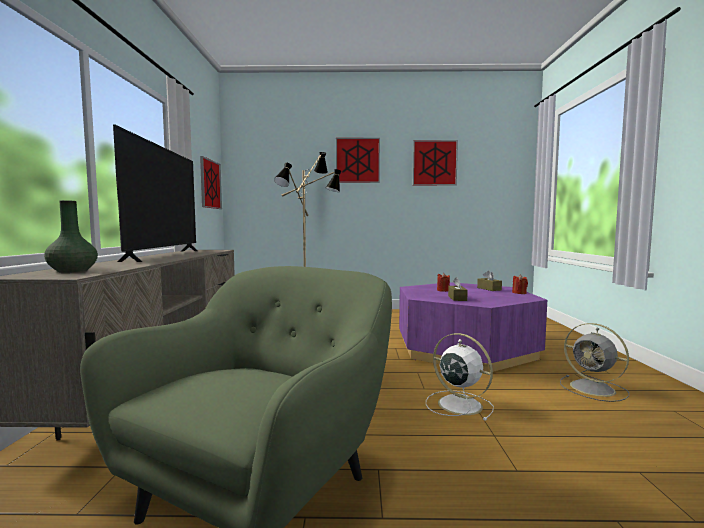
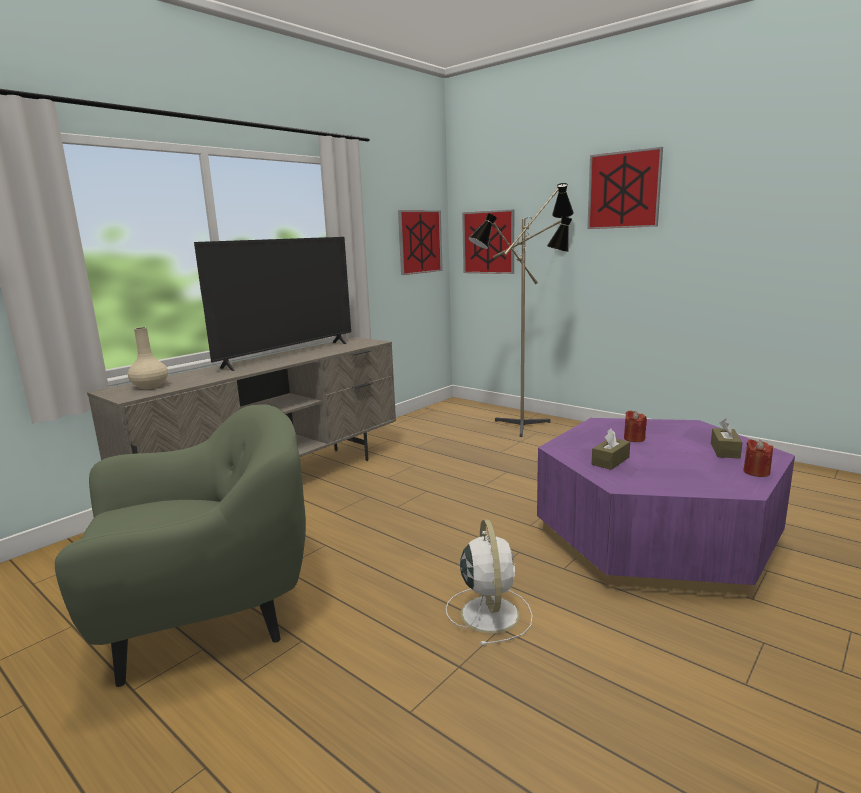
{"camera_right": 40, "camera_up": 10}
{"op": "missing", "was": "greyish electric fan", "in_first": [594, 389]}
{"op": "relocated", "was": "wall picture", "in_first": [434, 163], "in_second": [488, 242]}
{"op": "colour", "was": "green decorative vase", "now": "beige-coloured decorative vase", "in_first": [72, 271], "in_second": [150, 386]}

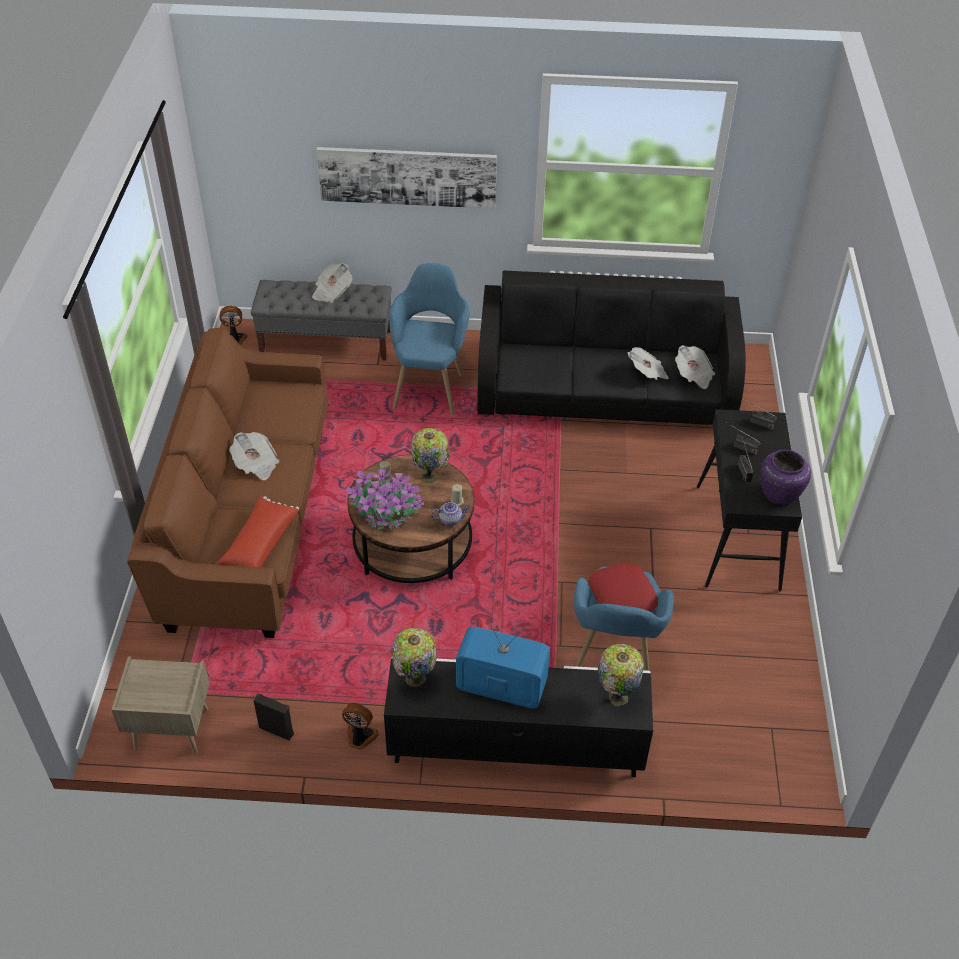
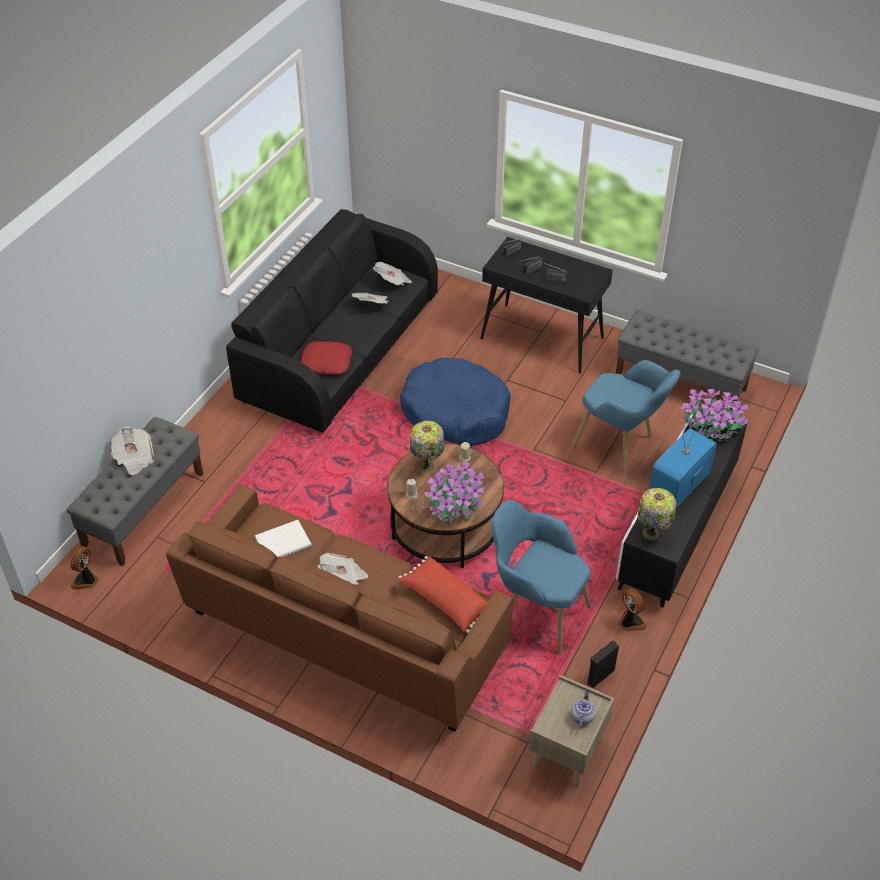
{"camera_right": -65, "camera_up": 0}
{"op": "missing", "was": "wall picture", "in_first": [407, 176]}
{"op": "missing", "was": "purple-coloured decorative vase", "in_first": [779, 493]}
{"op": "appeared", "now": "white-coloured volume", "in_second": [283, 542]}
{"op": "appeared", "now": "blue pet bed", "in_second": [455, 412]}
{"op": "appeared", "now": "greyish long seat", "in_second": [681, 383]}
{"op": "relocated", "was": "blue easy chair", "in_first": [430, 384], "in_second": [535, 611]}
{"op": "relocated", "was": "tea pot", "in_first": [450, 519], "in_second": [582, 716]}
{"op": "relocated", "was": "red cushion", "in_first": [623, 596], "in_second": [326, 362]}
{"op": "exchanged", "was": "tabletop lamp", "now": "plant in a pot", "in_first": [616, 696], "in_second": [712, 428]}
{"op": "spun", "was": "electric fan", "in_first": [360, 737], "in_second": [630, 622], "clockwise": 105}

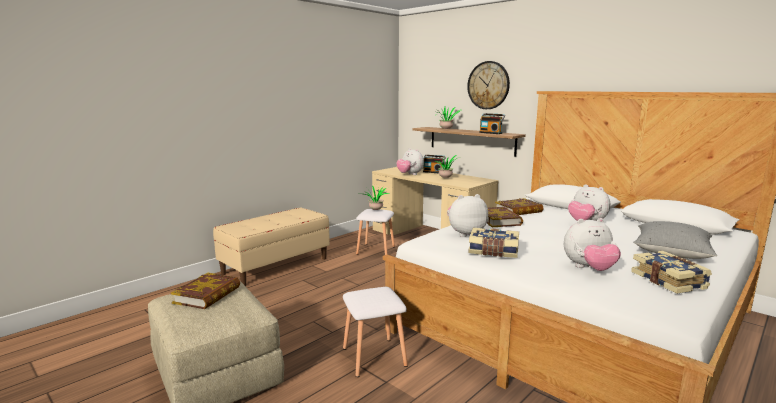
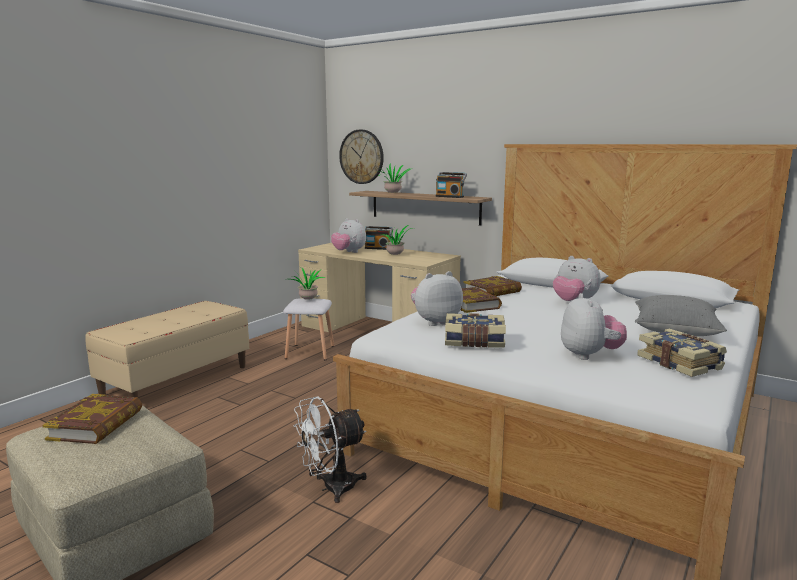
{"camera_right": -10, "camera_up": 0}
{"op": "relocated", "was": "wall clock", "in_first": [488, 85], "in_second": [361, 157]}
{"op": "exchanged", "was": "white-coloured sitting stool", "now": "white-coloured electric fan", "in_first": [375, 357], "in_second": [331, 488]}
{"op": "spun", "was": "plush toy", "in_first": [589, 269], "in_second": [589, 355], "clockwise": -75}

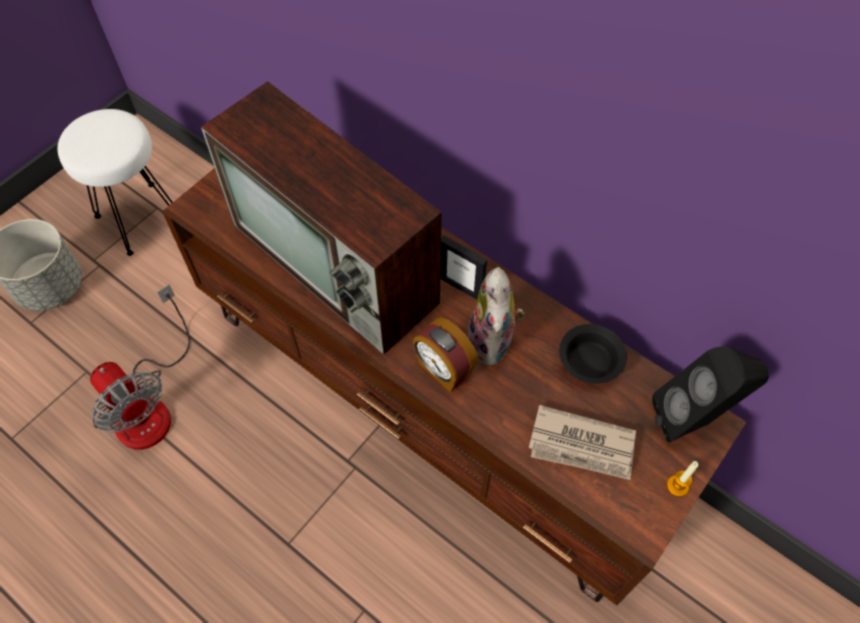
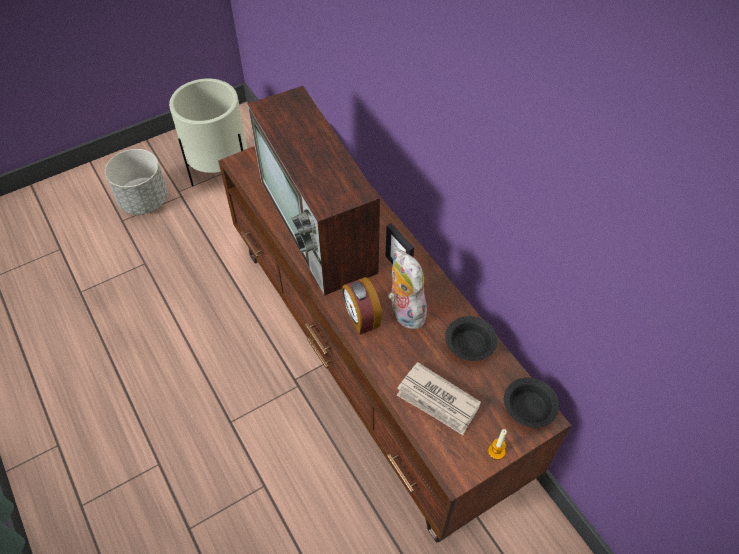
{"camera_right": 20, "camera_up": -5}
{"op": "missing", "was": "electric fan", "in_first": [150, 404]}
{"op": "exchanged", "was": "white-coloured sitting stool", "now": "beige-coloured plant pot", "in_first": [140, 217], "in_second": [220, 171]}
{"op": "exchanged", "was": "black loudspeaker", "now": "black bowl", "in_first": [692, 419], "in_second": [529, 409]}
{"op": "spun", "was": "plush toy", "in_first": [493, 343], "in_second": [404, 311], "clockwise": 135}

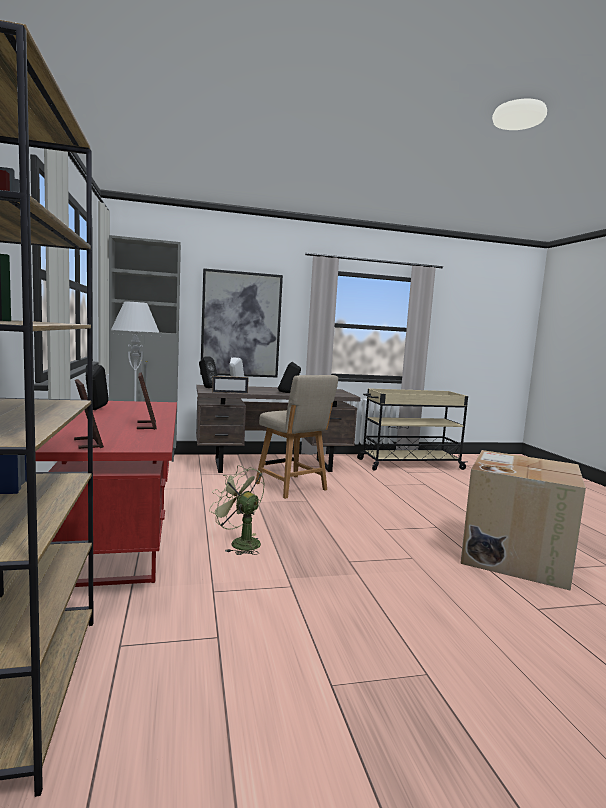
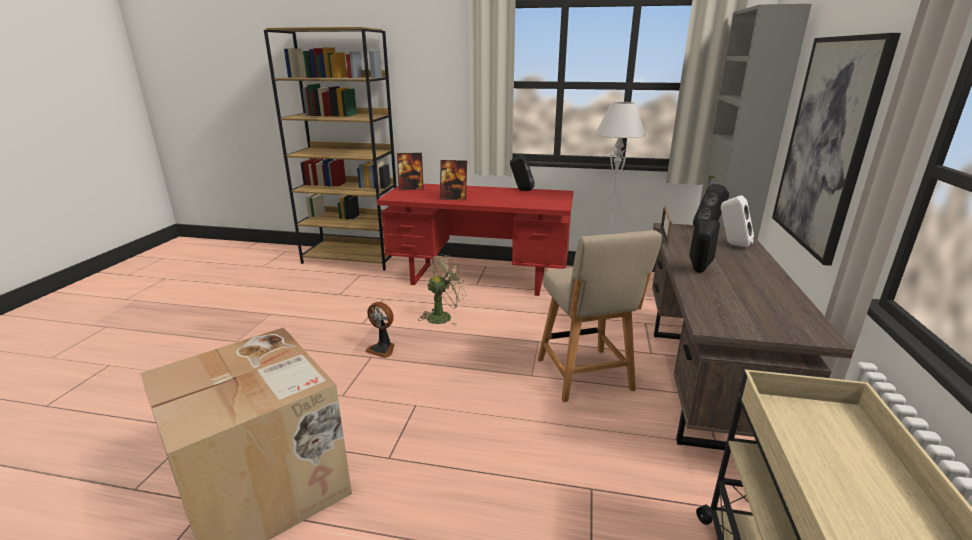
{"camera_right": 115, "camera_up": 15}
{"op": "appeared", "now": "electric fan", "in_second": [382, 349]}
{"op": "spun", "was": "beige-coloured chair", "in_first": [293, 487], "in_second": [586, 377], "clockwise": -90}

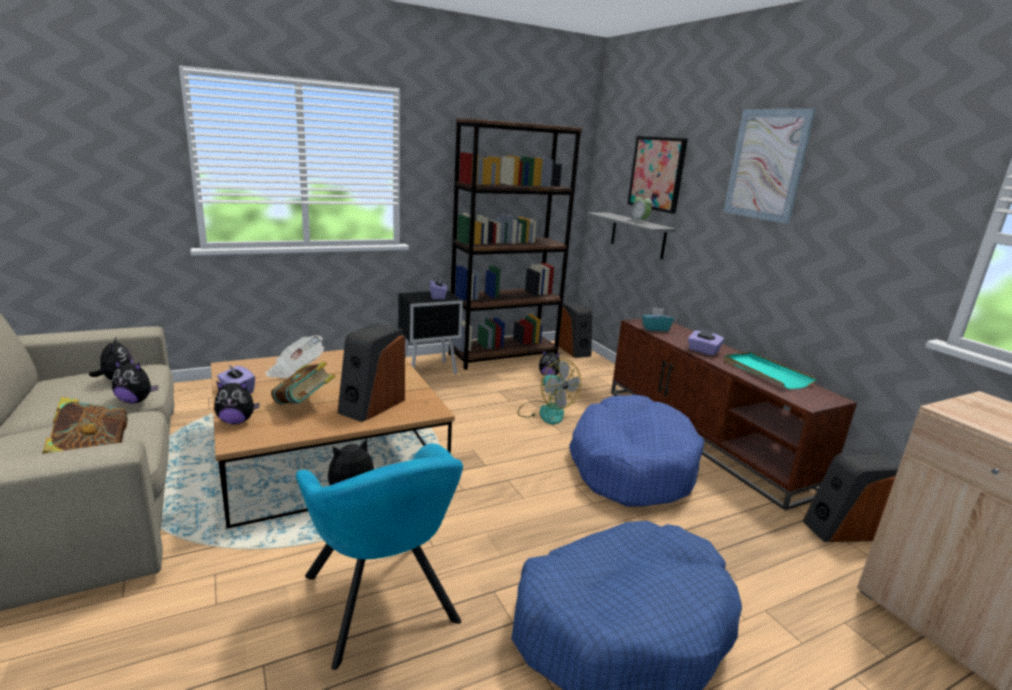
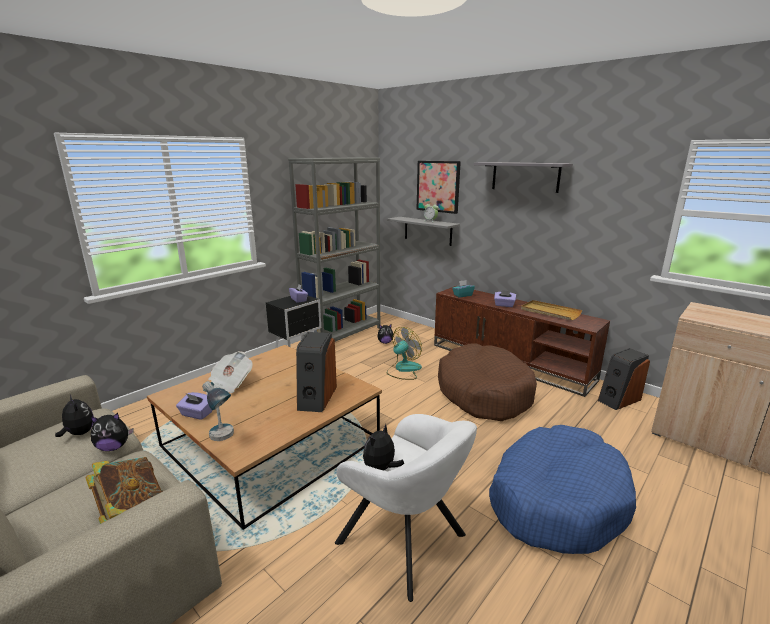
{"camera_right": -20, "camera_up": 0}
{"op": "missing", "was": "volume", "in_first": [304, 405]}
{"op": "missing", "was": "loudspeaker", "in_first": [574, 350]}
{"op": "exchanged", "was": "plush toy", "now": "tabletop lamp", "in_first": [236, 421], "in_second": [223, 439]}
{"op": "exchanged", "was": "wall picture", "now": "greyish bracket shelf", "in_first": [766, 165], "in_second": [525, 176]}
{"op": "colour", "was": "turquoise-coloured easy chair", "now": "white-coloured easy chair", "in_first": [382, 604], "in_second": [406, 542]}
{"op": "colour", "was": "brown shelving unit", "now": "greyish shelving unit", "in_first": [503, 355], "in_second": [342, 334]}
{"op": "colour", "was": "blue pet bed", "now": "brown pet bed", "in_first": [631, 465], "in_second": [483, 393]}
{"op": "colour", "was": "turquoise-coloured serving tray", "now": "beige-coloured serving tray", "in_first": [765, 372], "in_second": [550, 312]}
{"op": "spun", "was": "electric fan", "in_first": [545, 412], "in_second": [403, 369], "clockwise": -75}

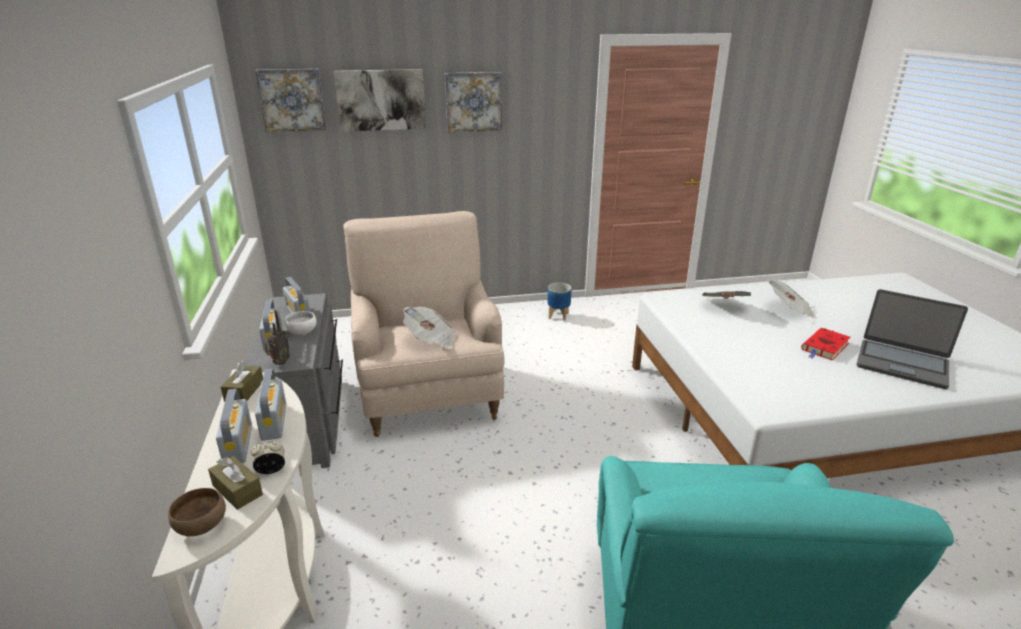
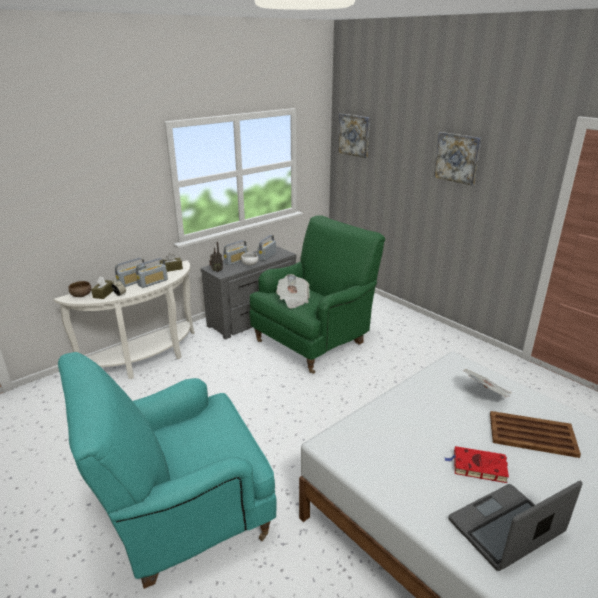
{"camera_right": 60, "camera_up": 0}
{"op": "missing", "was": "wall picture", "in_first": [381, 100]}
{"op": "missing", "was": "plant pot", "in_first": [558, 315]}
{"op": "exchanged", "was": "newspaper", "now": "brown serving tray", "in_first": [789, 310], "in_second": [533, 435]}
{"op": "colour", "was": "beige-coloured easy chair", "now": "green easy chair", "in_first": [428, 393], "in_second": [313, 341]}
{"op": "spun", "was": "portable computer", "in_first": [902, 364], "in_second": [506, 528], "clockwise": 60}

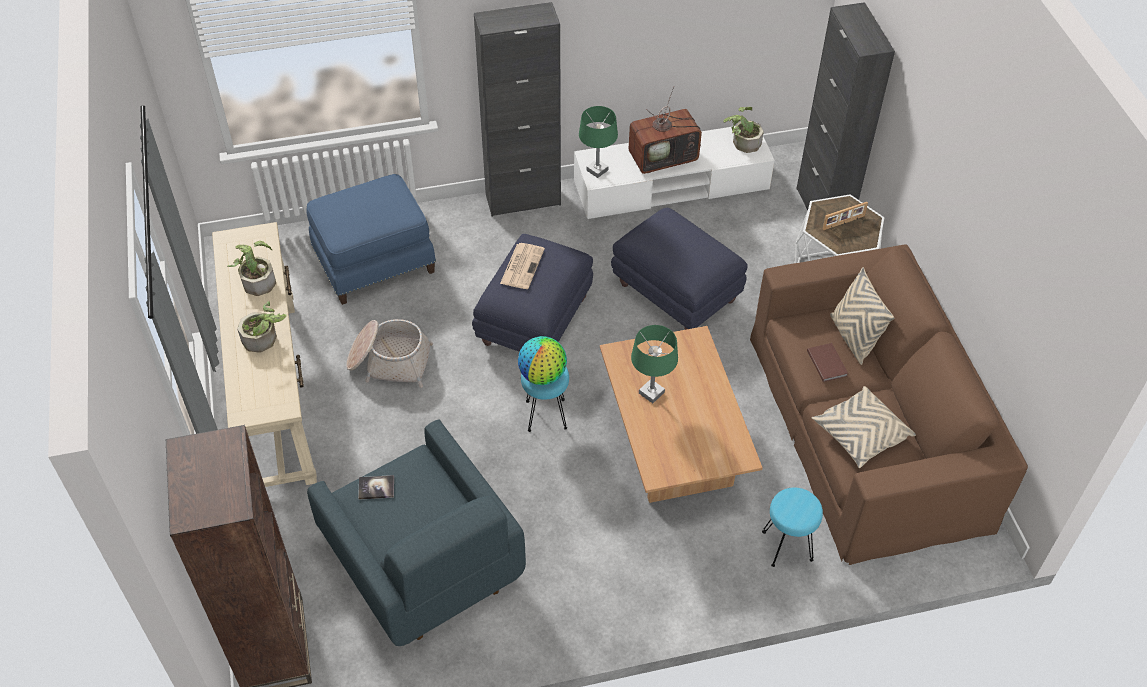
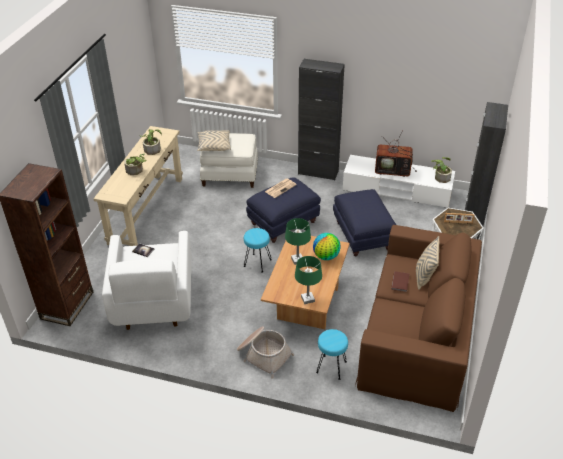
{"camera_right": 30, "camera_up": -10}
{"op": "relocated", "was": "storage basket", "in_first": [389, 361], "in_second": [263, 355]}
{"op": "relocated", "was": "globe", "in_first": [543, 375], "in_second": [326, 256]}
{"op": "relocated", "was": "green tabletop lamp", "in_first": [597, 170], "in_second": [307, 299]}
{"op": "relocated", "was": "beige-coloured cushion", "in_first": [860, 435], "in_second": [214, 146]}
{"op": "colour", "was": "blue pouffe", "now": "white-coloured pouffe", "in_first": [374, 261], "in_second": [230, 174]}
{"op": "colour", "was": "blue easy chair", "now": "white-coloured easy chair", "in_first": [424, 565], "in_second": [153, 301]}

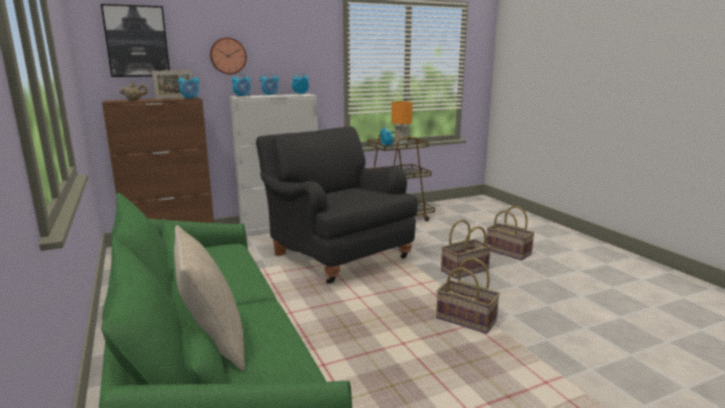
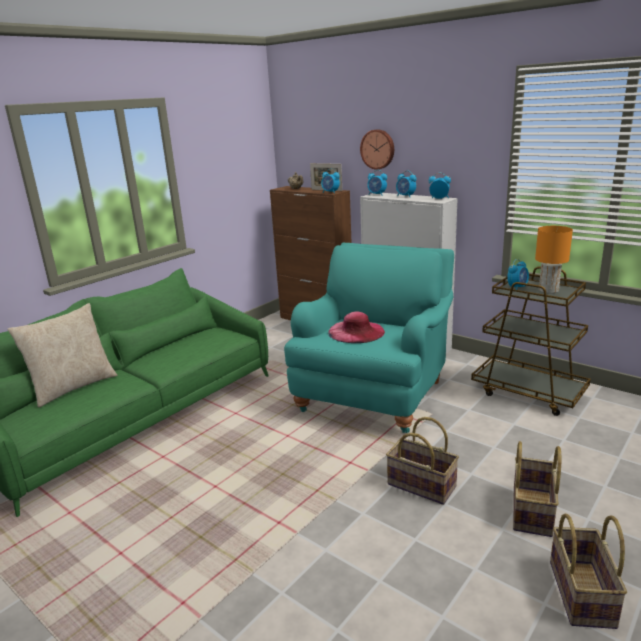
{"camera_right": 65, "camera_up": 5}
{"op": "missing", "was": "wall picture", "in_first": [137, 41]}
{"op": "appeared", "now": "pink-coloured hat", "in_second": [356, 331]}
{"op": "relocated", "was": "storage basket", "in_first": [466, 320], "in_second": [583, 594]}
{"op": "colour", "was": "black easy chair", "now": "turquoise-coloured easy chair", "in_first": [337, 254], "in_second": [374, 393]}

